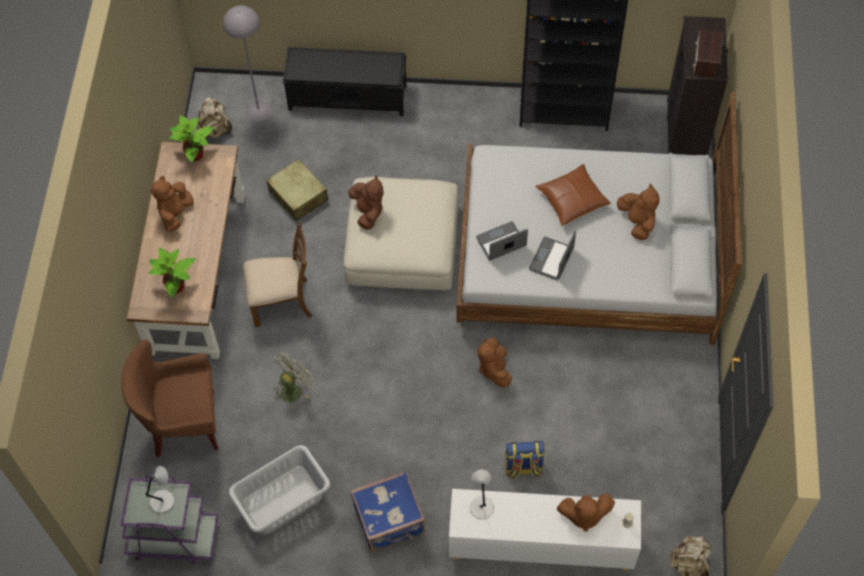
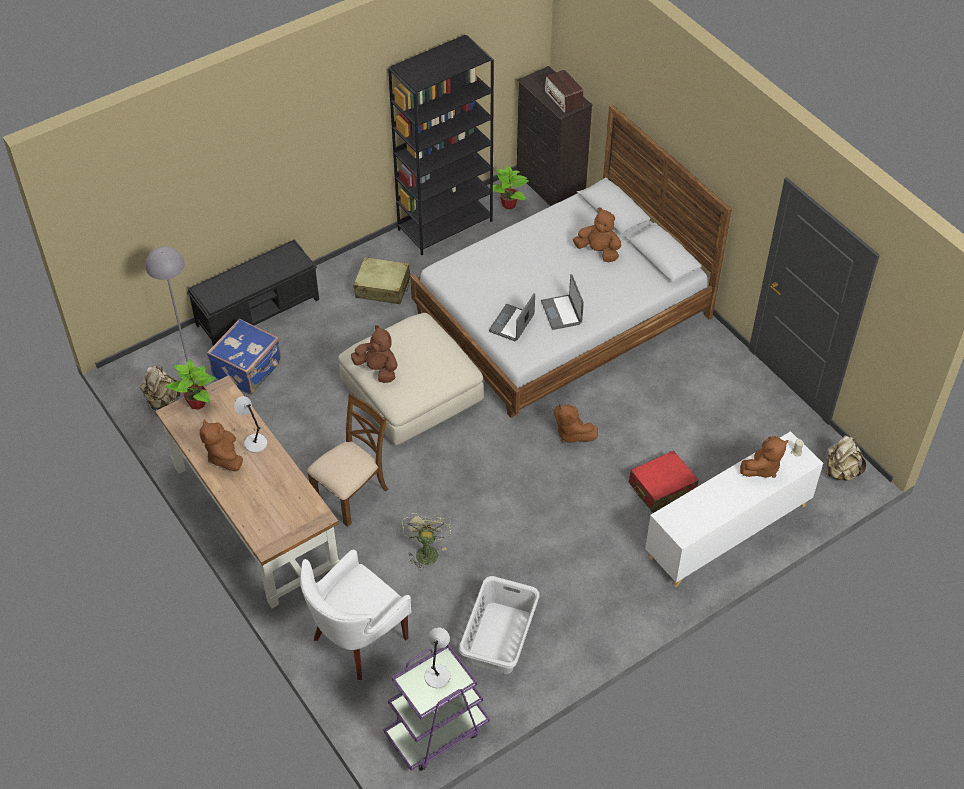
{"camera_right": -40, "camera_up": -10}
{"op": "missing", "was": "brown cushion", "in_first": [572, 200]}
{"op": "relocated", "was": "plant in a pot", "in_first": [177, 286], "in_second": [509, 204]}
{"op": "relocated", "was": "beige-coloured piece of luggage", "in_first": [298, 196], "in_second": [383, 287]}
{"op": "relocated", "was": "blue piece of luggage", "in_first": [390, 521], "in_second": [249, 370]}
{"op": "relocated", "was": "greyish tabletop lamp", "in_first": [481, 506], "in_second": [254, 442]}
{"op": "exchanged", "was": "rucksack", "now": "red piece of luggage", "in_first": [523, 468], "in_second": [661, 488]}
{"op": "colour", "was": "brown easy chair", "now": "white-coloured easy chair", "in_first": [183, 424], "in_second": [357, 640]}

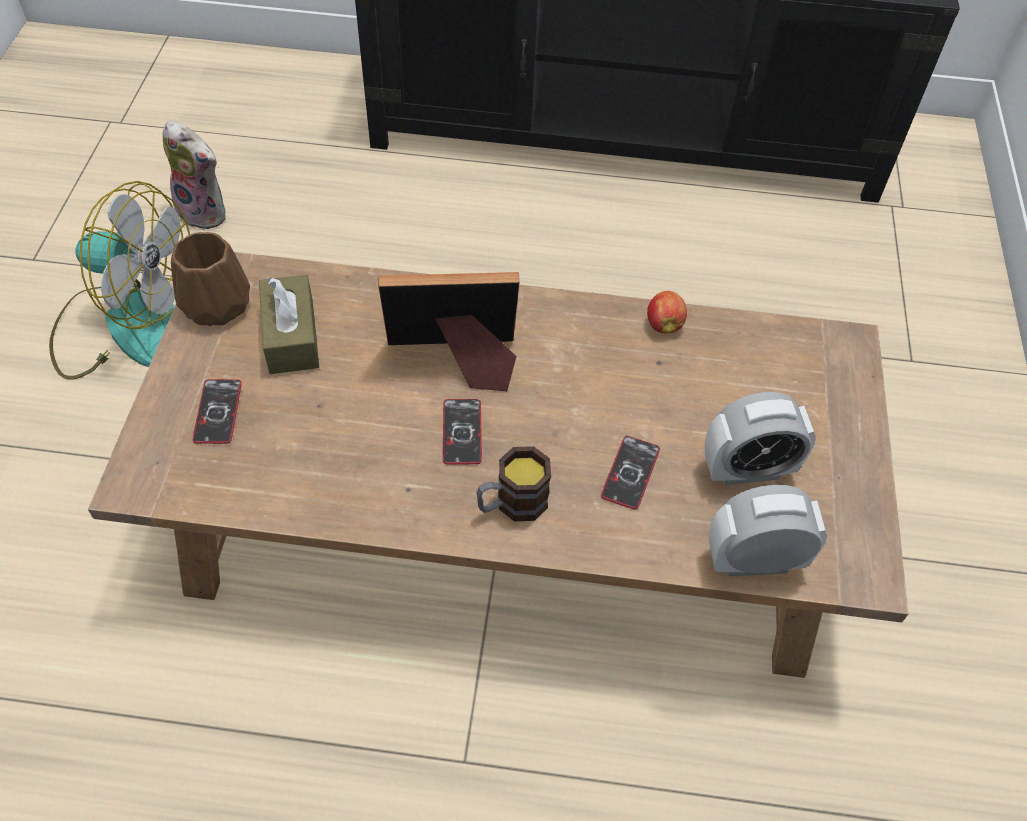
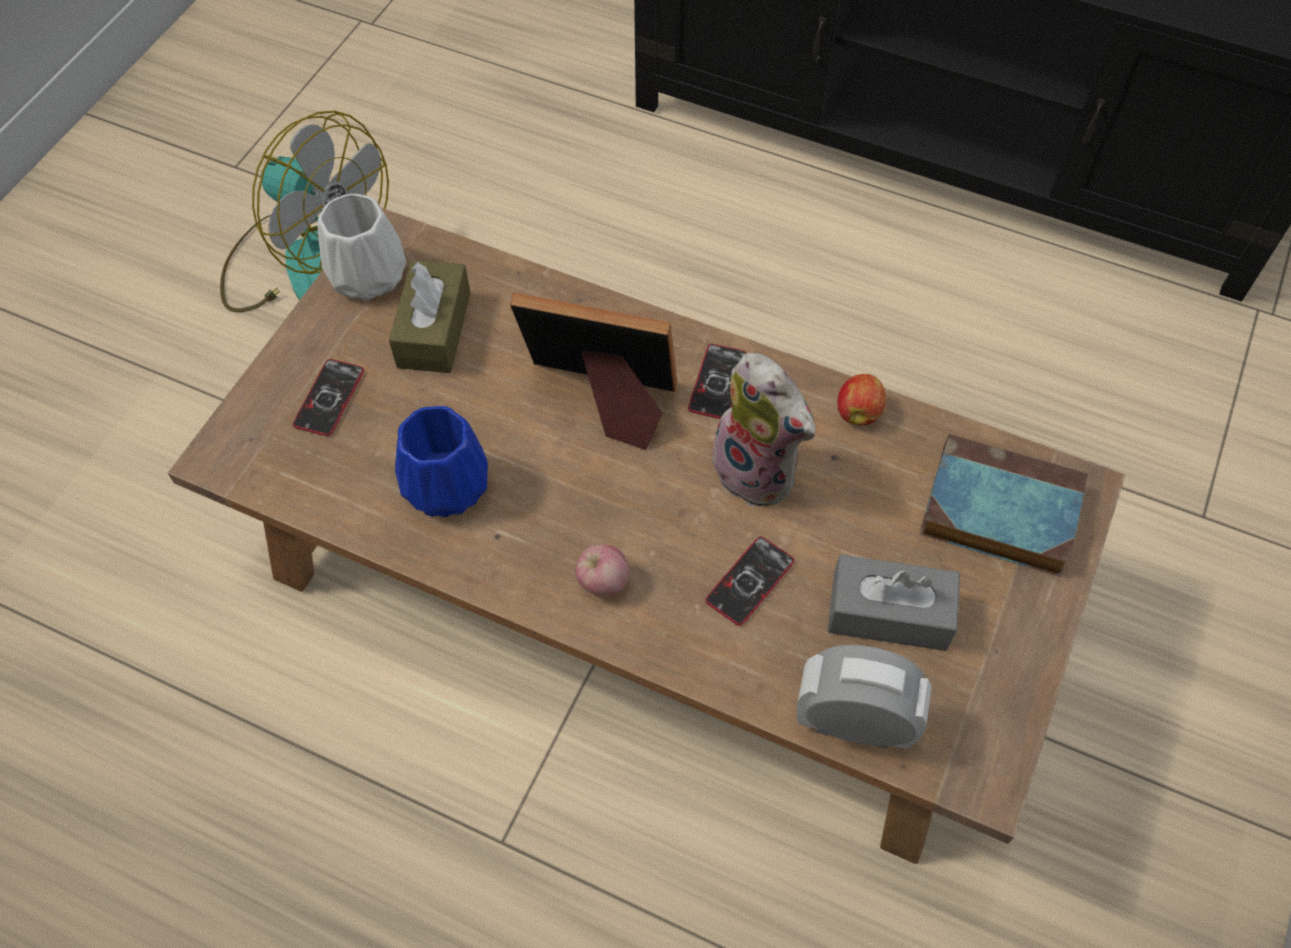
{"camera_right": 20, "camera_up": 5}
{"op": "appeared", "now": "blue decorative vase", "in_second": [444, 488]}
{"op": "appeared", "now": "volume", "in_second": [996, 511]}
{"op": "relocated", "was": "plush toy", "in_first": [206, 212], "in_second": [759, 471]}
{"op": "relocated", "was": "telephone", "in_first": [462, 432], "in_second": [717, 382]}
{"op": "exchanged", "was": "tea mug", "now": "whole apple", "in_first": [512, 504], "in_second": [603, 582]}
{"op": "exchanged", "was": "alarm clock", "now": "greyish box of tissues", "in_first": [747, 470], "in_second": [888, 613]}
{"op": "colour", "was": "brown decorative vase", "now": "white-coloured decorative vase", "in_first": [218, 304], "in_second": [370, 275]}

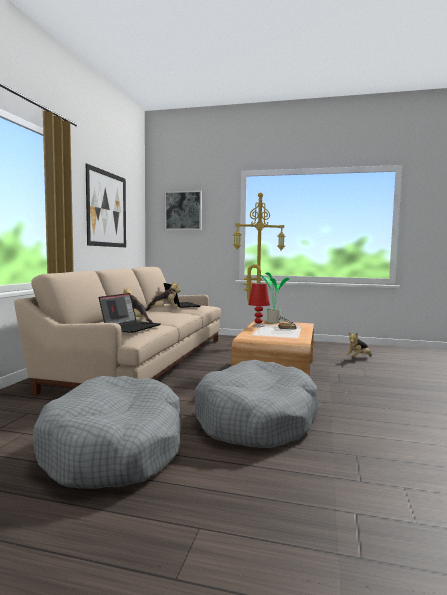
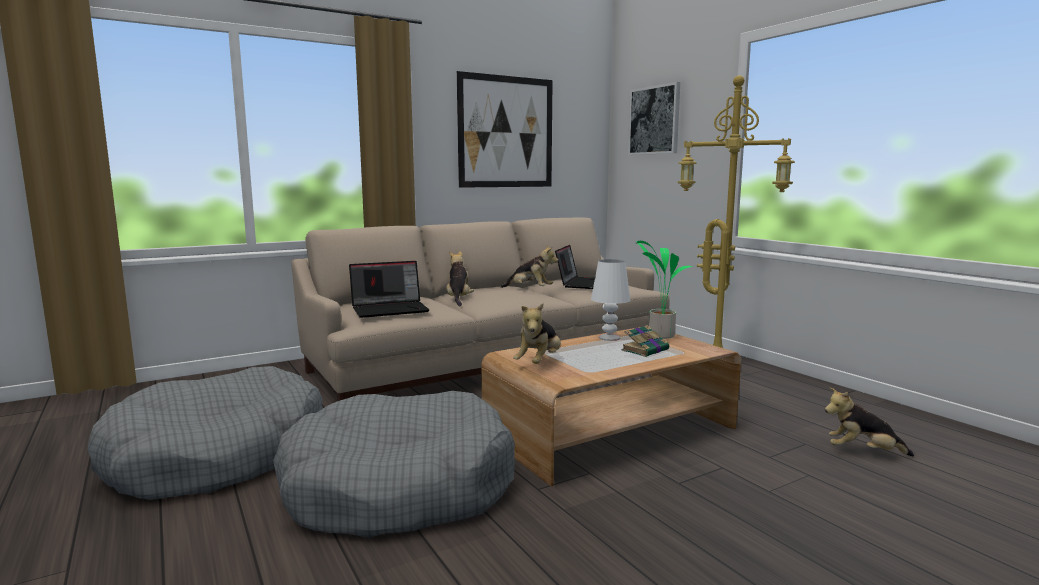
{"camera_right": 45, "camera_up": 5}
{"op": "appeared", "now": "plush toy", "in_second": [539, 363]}
{"op": "colour", "was": "red tabletop lamp", "now": "white-coloured tabletop lamp", "in_first": [258, 326], "in_second": [609, 337]}

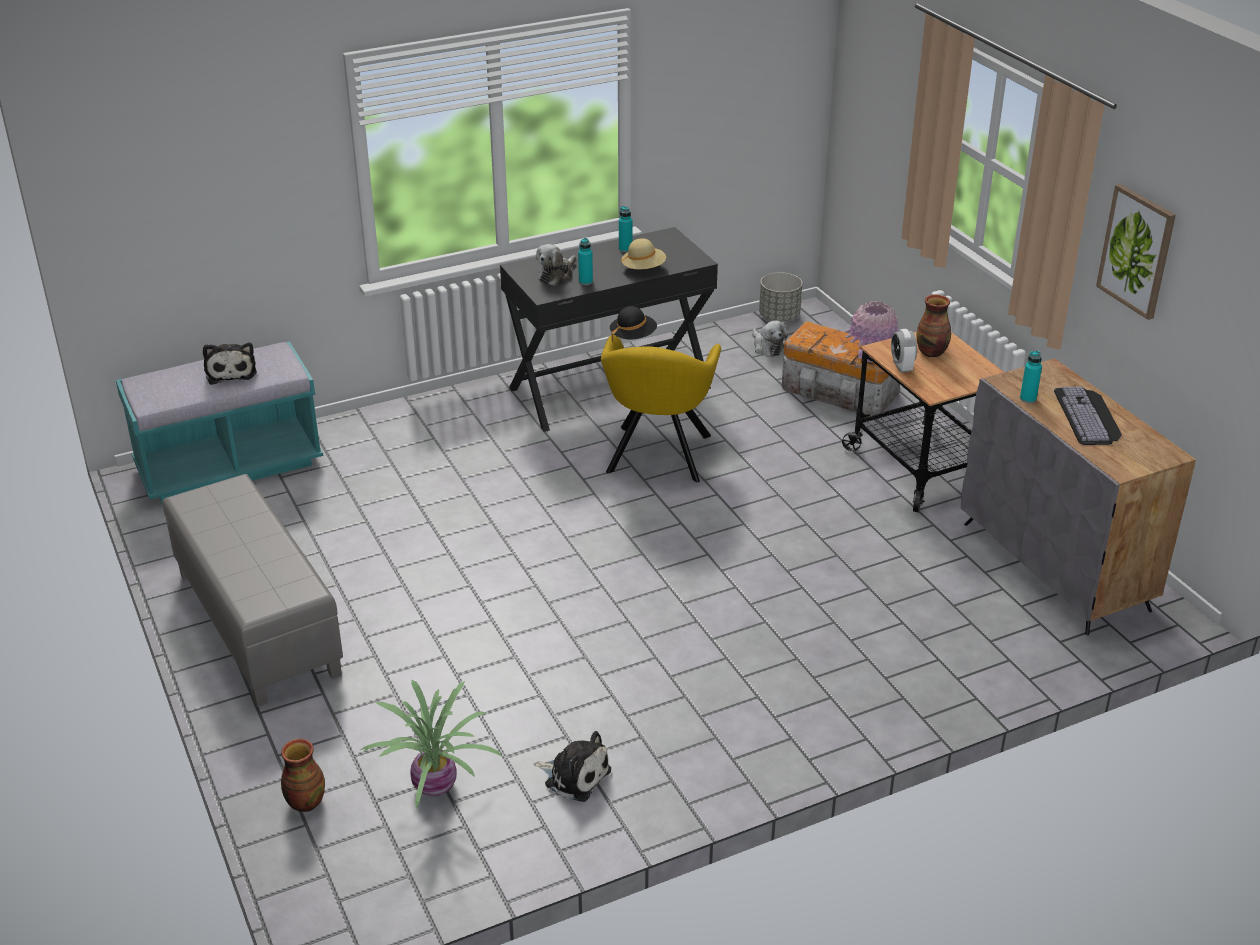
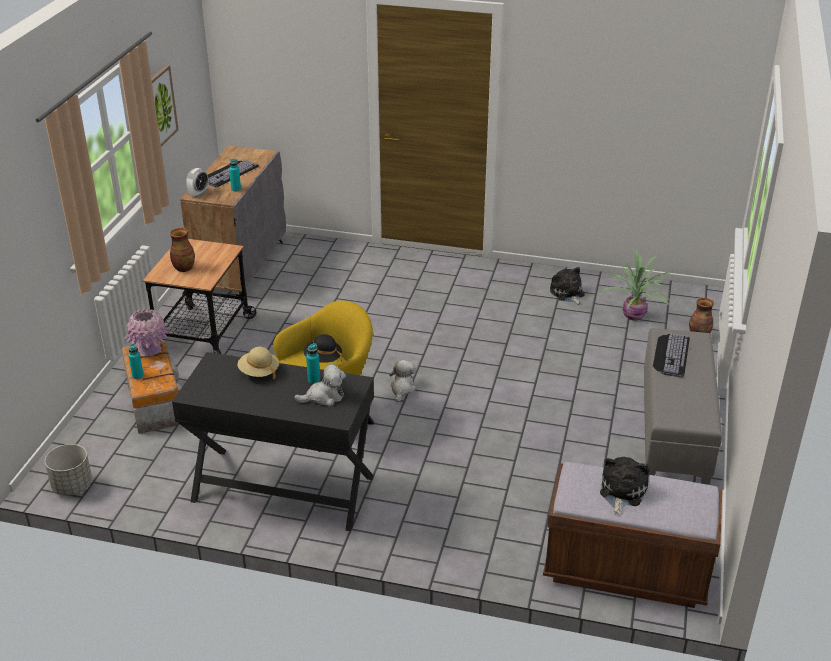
{"camera_right": -140, "camera_up": 0}
{"op": "appeared", "now": "PC keyboard", "in_second": [670, 354]}
{"op": "relocated", "was": "turquoise-coloured beverage bottle", "in_first": [625, 249], "in_second": [137, 376]}
{"op": "relocated", "was": "plush toy", "in_first": [767, 347], "in_second": [402, 389]}
{"op": "relocated", "was": "alarm clock", "in_first": [901, 366], "in_second": [198, 193]}
{"op": "colour", "was": "turquoise-coloured long seat", "now": "brown long seat", "in_first": [229, 466], "in_second": [625, 570]}

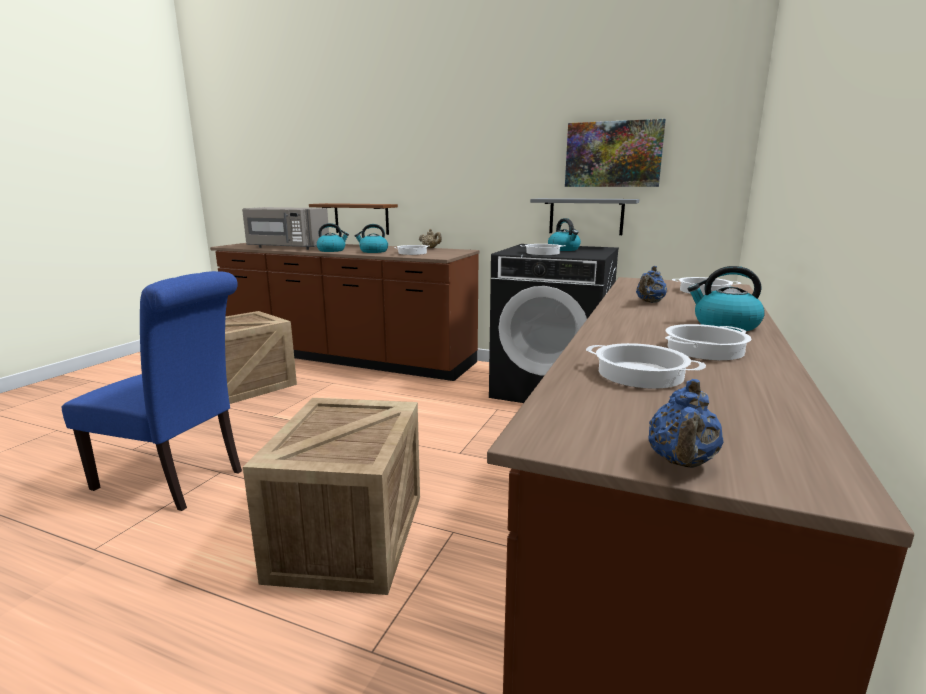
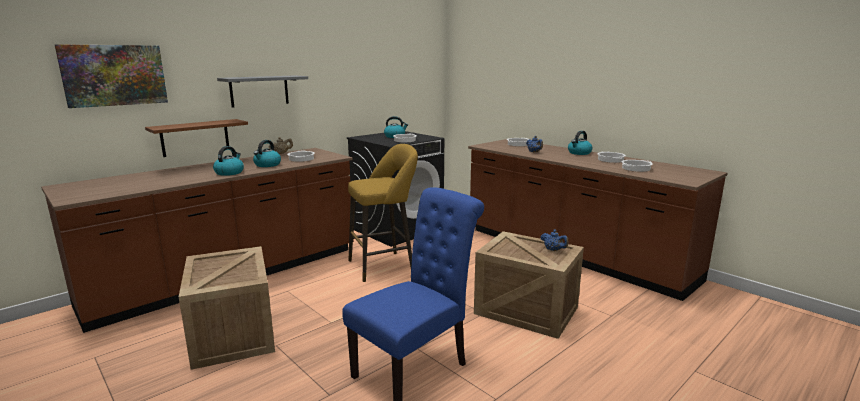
{"camera_right": -65, "camera_up": 0}
{"op": "missing", "was": "greyish microwave oven", "in_first": [286, 247]}
{"op": "appeared", "now": "yellow-coloured sitting stool", "in_second": [385, 265]}
{"op": "relocated", "was": "greyish bracket shelf", "in_first": [586, 216], "in_second": [259, 91]}
{"op": "relocated", "was": "wall picture", "in_first": [613, 154], "in_second": [114, 75]}
{"op": "relocated", "was": "blue tea pot", "in_first": [681, 462], "in_second": [553, 250]}

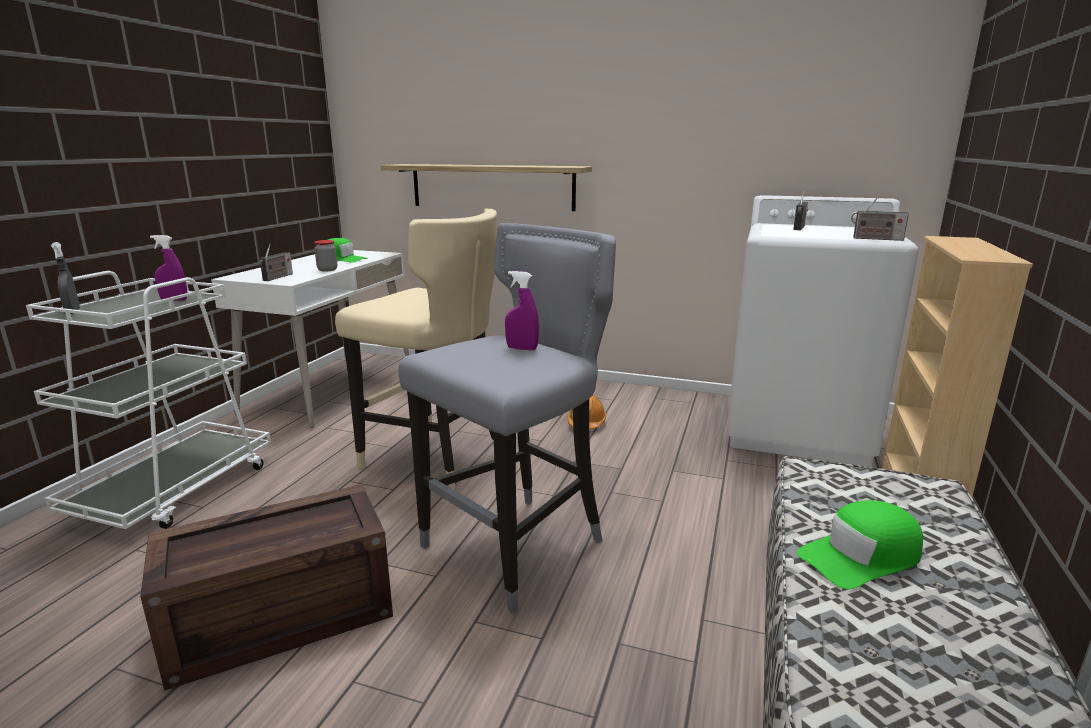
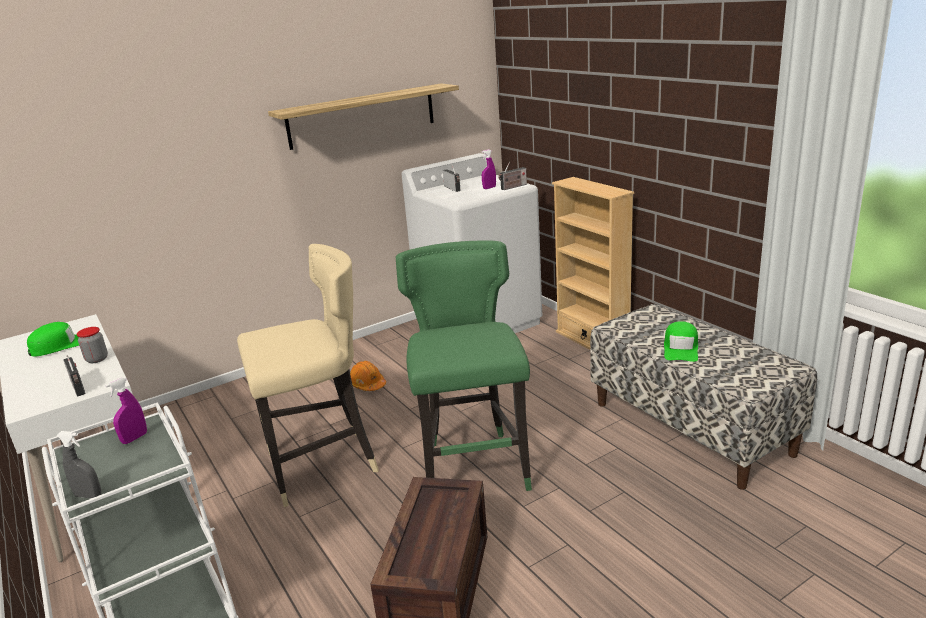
{"camera_right": -50, "camera_up": 5}
{"op": "relocated", "was": "bracket shelf", "in_first": [492, 186], "in_second": [362, 116]}
{"op": "relocated", "was": "purple-coloured sprayer", "in_first": [522, 348], "in_second": [489, 188]}
{"op": "colour", "was": "greyish sitting stool", "now": "green sitting stool", "in_first": [517, 547], "in_second": [474, 467]}

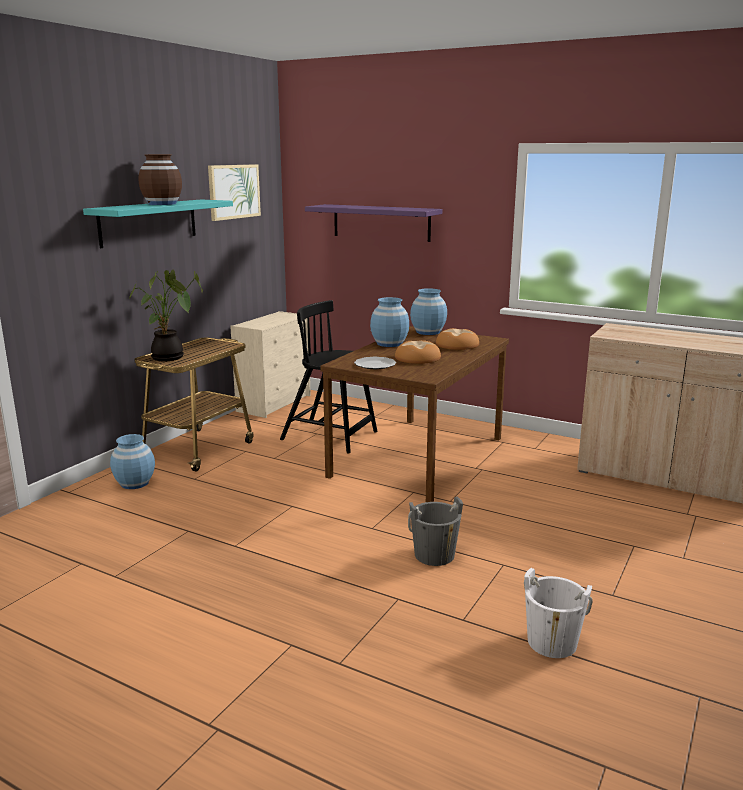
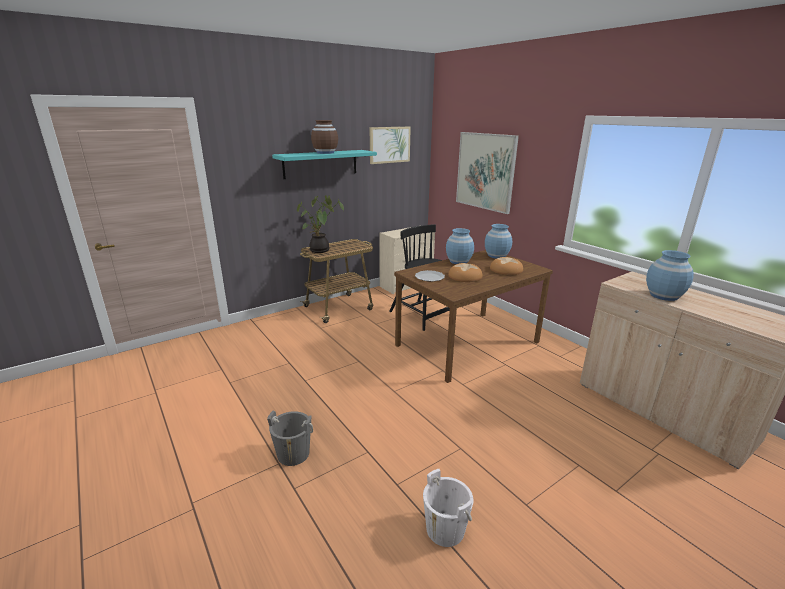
{"camera_right": 25, "camera_up": 5}
{"op": "relocated", "was": "blue decorative vase", "in_first": [134, 483], "in_second": [663, 295]}
{"op": "relocated", "was": "greyish water bucket", "in_first": [434, 555], "in_second": [293, 454]}
{"op": "exchanged", "was": "purple-coloured bracket shelf", "now": "wall picture", "in_first": [381, 222], "in_second": [485, 171]}

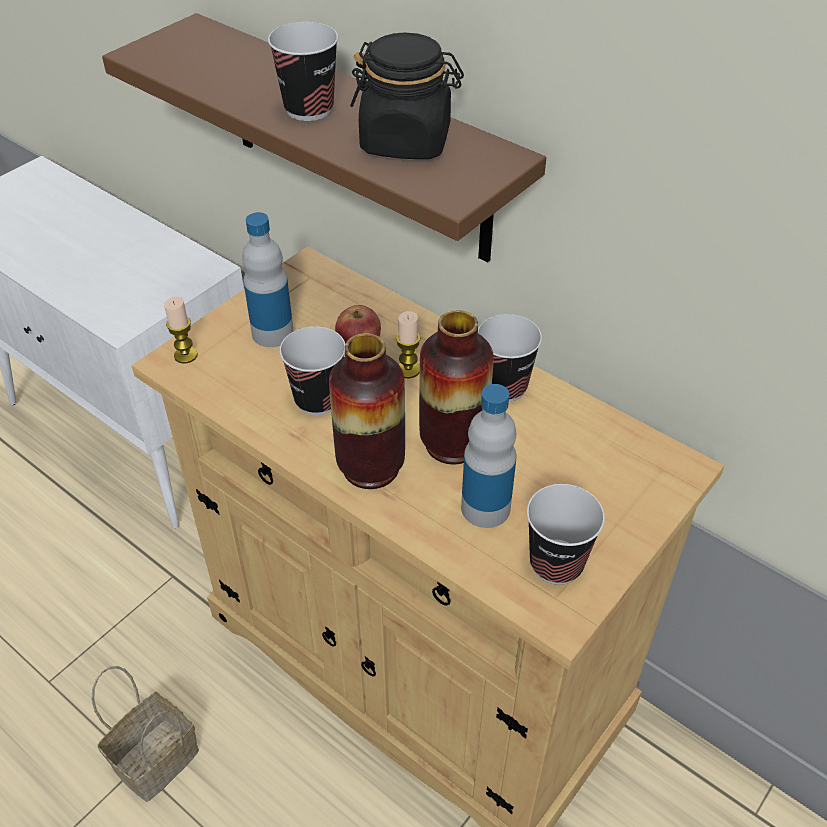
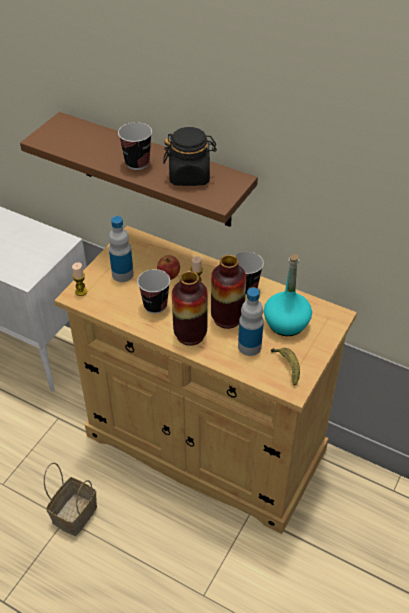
{"camera_right": -10, "camera_up": 0}
{"op": "appeared", "now": "turquoise-coloured beverage bottle", "in_second": [286, 323]}
{"op": "exchanged", "was": "cup", "now": "whole banana", "in_first": [556, 563], "in_second": [287, 367]}

